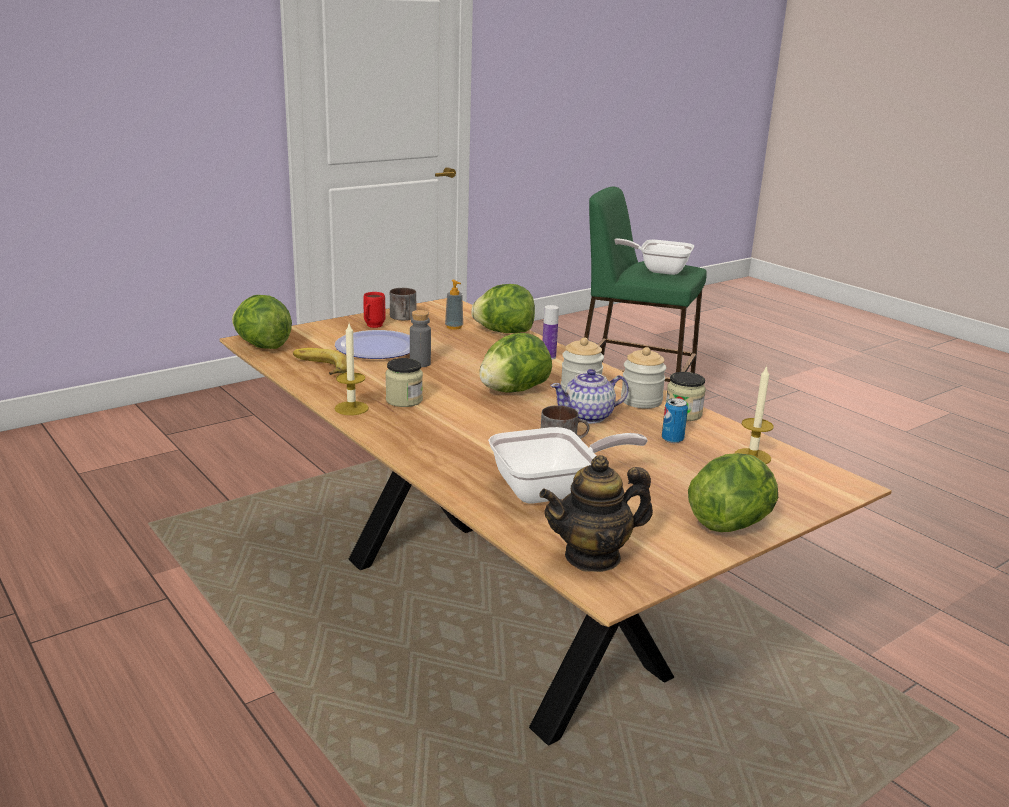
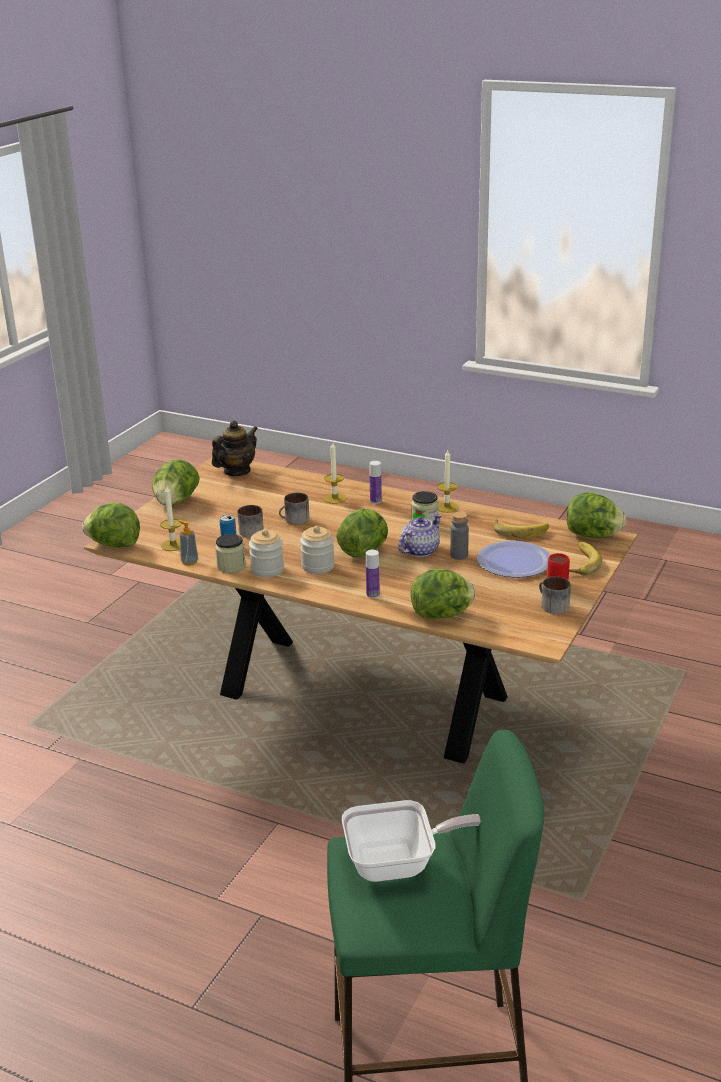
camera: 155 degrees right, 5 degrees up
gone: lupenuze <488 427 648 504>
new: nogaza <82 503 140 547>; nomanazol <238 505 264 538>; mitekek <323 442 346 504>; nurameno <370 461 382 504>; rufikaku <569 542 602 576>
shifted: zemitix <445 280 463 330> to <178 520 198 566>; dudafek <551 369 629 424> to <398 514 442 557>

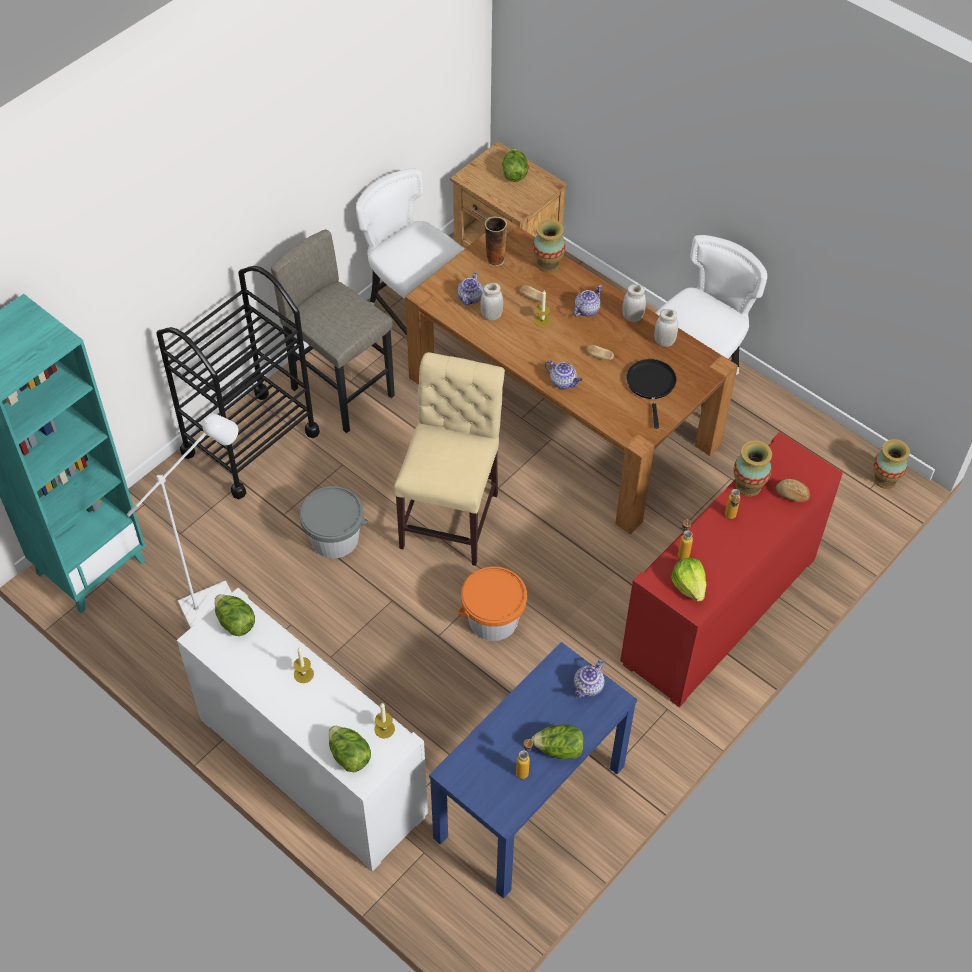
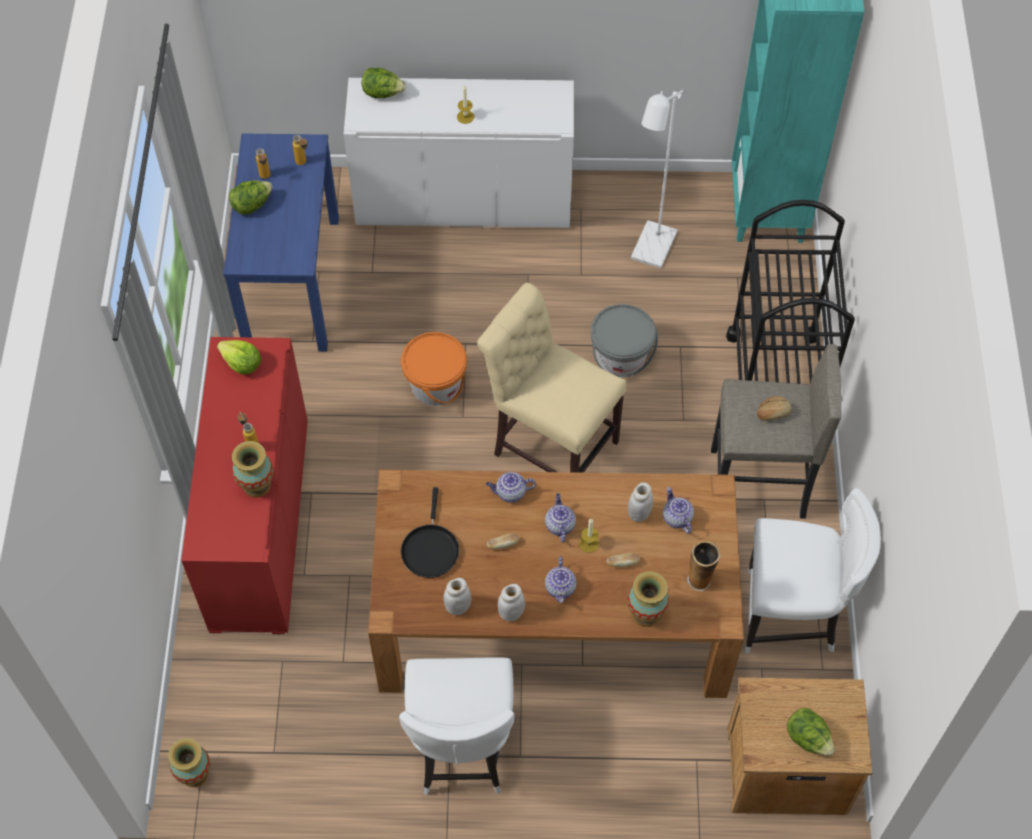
camera: 140 degrees right, 5 degrees up
gone: nogaza <215 594 255 636>; mitekek <374 703 395 739>
shifted: dudafek <574 659 605 698> to <545 493 576 543>; nurameno <678 518 693 560> to <292 135 308 165>; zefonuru <776 479 810 502> to <757 396 792 421>
rotated: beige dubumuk <394 352 505 566> = <477 283 626 473> 150 degrees clockwise; black lupenuze <626 359 677 429> = <401 487 459 578> 45 degrees clockwise

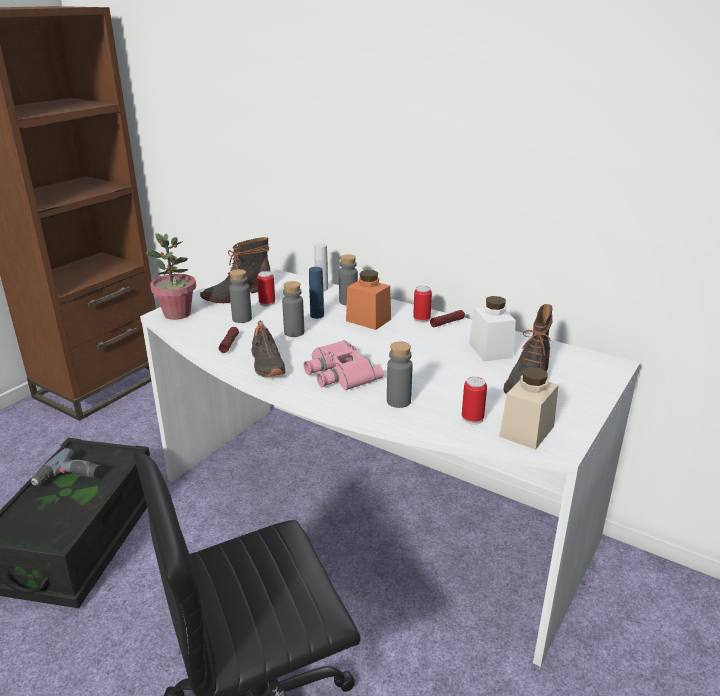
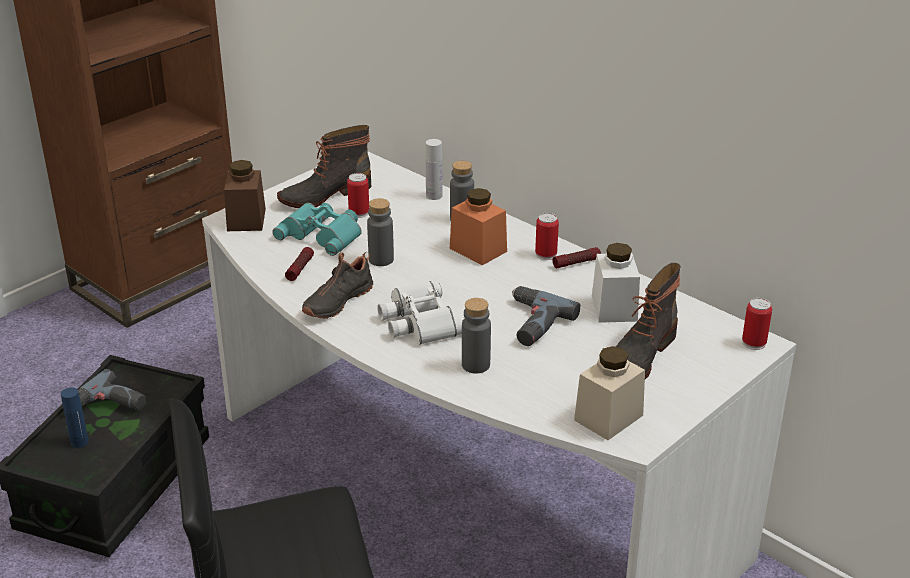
camera: 10 degrees right, 5 degrees up
new: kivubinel <512 286 580 346>
shifted: blue nurameno <309 267 324 319> to <61 387 89 448>; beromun <462 376 487 425> to <742 298 772 350>
swapped: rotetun <145 233 196 320> to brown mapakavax <224 160 266 231>; grey nurameno <229 269 252 323> to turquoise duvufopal <272 203 362 256>
repainted: pink duvufopal <303 340 384 390> to white duvufopal <377 281 464 345>
rotated: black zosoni <251 320 285 377> = <302 252 373 319> 45 degrees clockwise

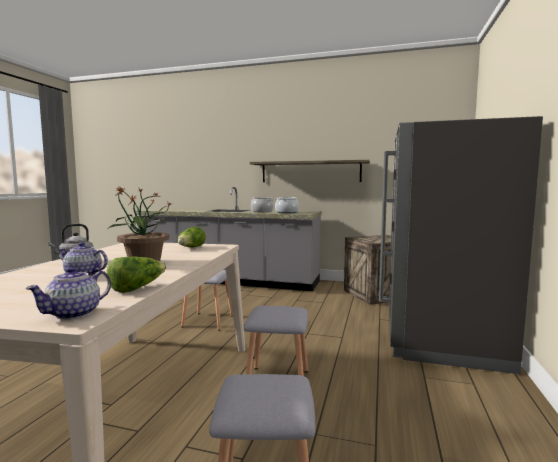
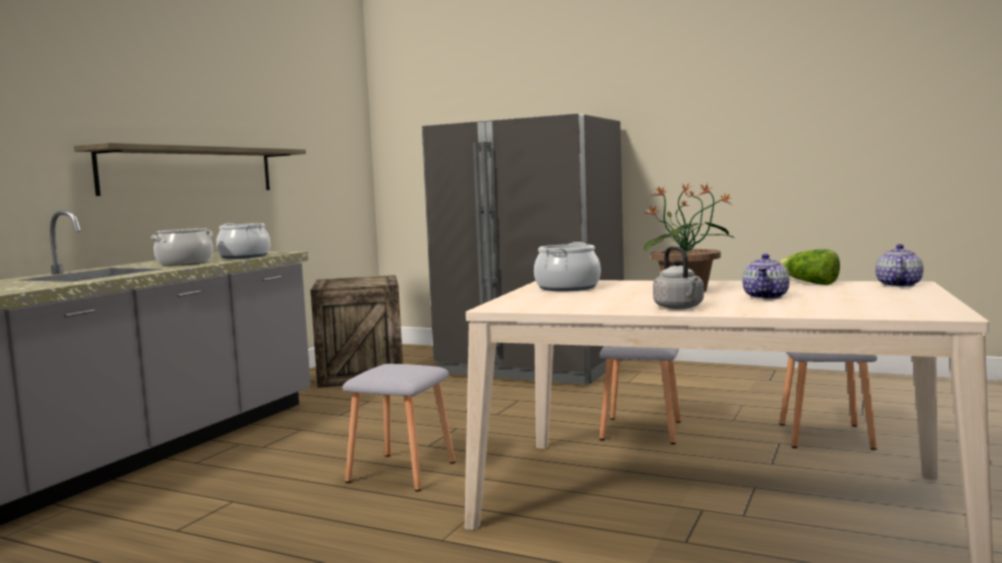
camera: 80 degrees left, 0 degrees up
swapped: nogaza <178 227 206 248> to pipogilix <534 242 601 292>
rotated: dudafek <25 267 111 320> = <876 244 923 287> 105 degrees counterclockwise

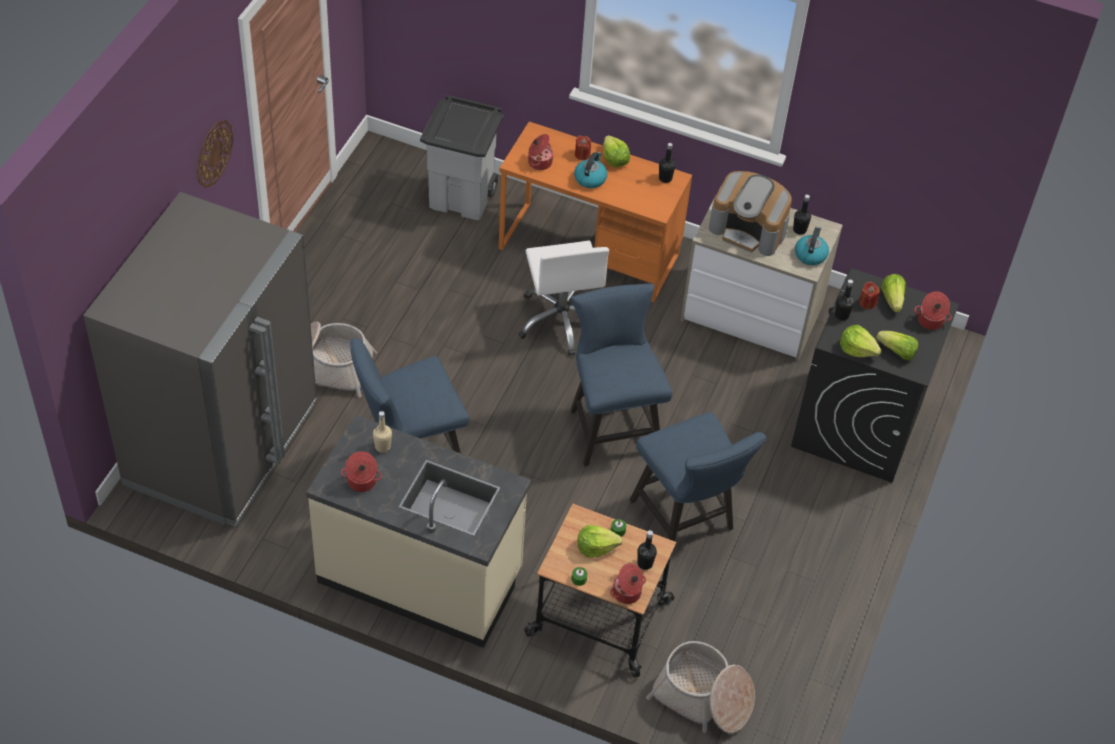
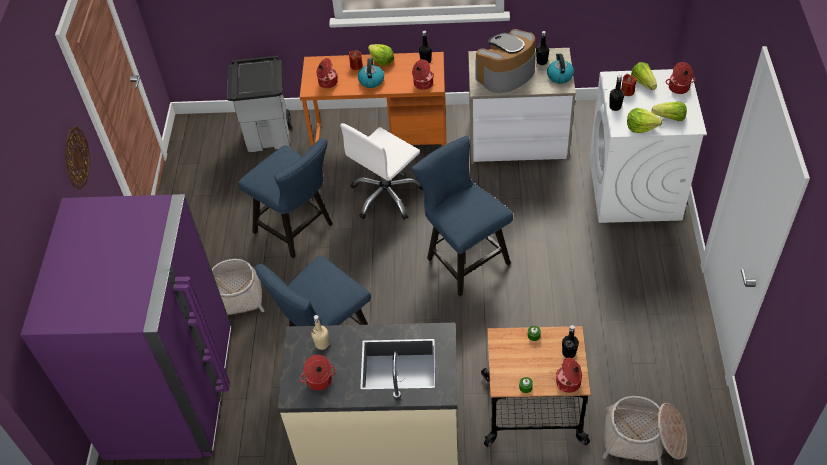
camera: 15 degrees left, 0 degrees up
gone: nogaza <578 525 623 558>
new: pipogilix <412 59 434 90>
shifted: blue dubumuk <629 412 766 541> to <238 138 333 258>
repainted: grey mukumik <83 192 317 527> to purple mukumik <21 194 231 460>; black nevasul <791 268 959 483> to white nevasul <589 69 707 223>
rotated: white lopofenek <518 241 609 356> = <340 123 423 220> 75 degrees clockwise; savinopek <709 171 792 256> = <475 29 536 93> 135 degrees clockwise

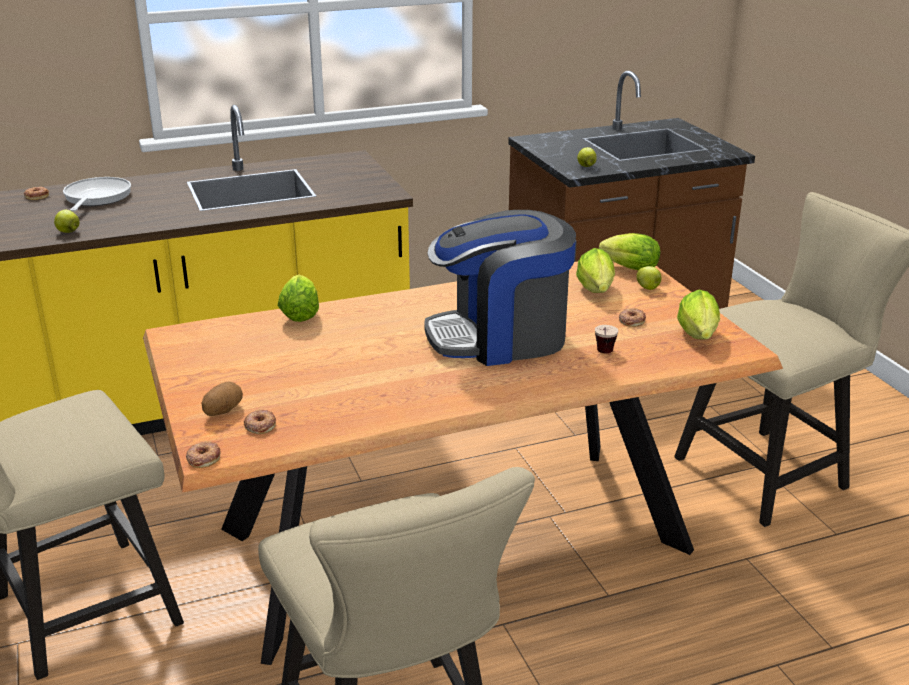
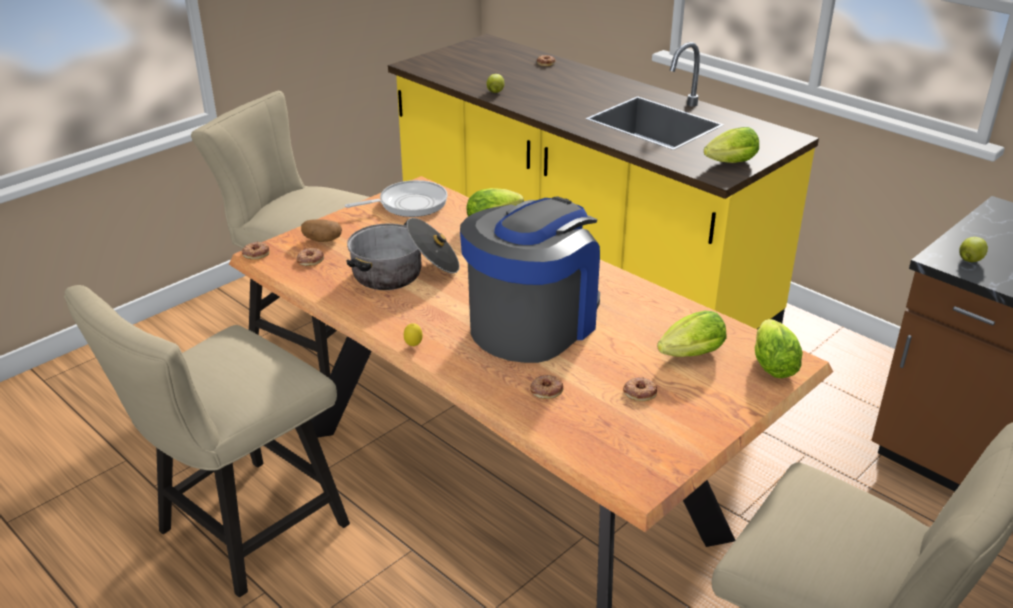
camera: 65 degrees right, 5 degrees up
gone: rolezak <636 266 661 290>
new: pipogilix <346 218 460 290>; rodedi <404 323 422 347>
shifted: lupenuze <63 177 131 211> to <345 180 448 217>; nogaza <677 290 720 340> to <704 127 759 163>
swapped: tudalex <595 325 618 353> to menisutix <530 374 563 399>
rotated: savinopek <424 210 576 366> = <460 196 600 363> 75 degrees clockwise

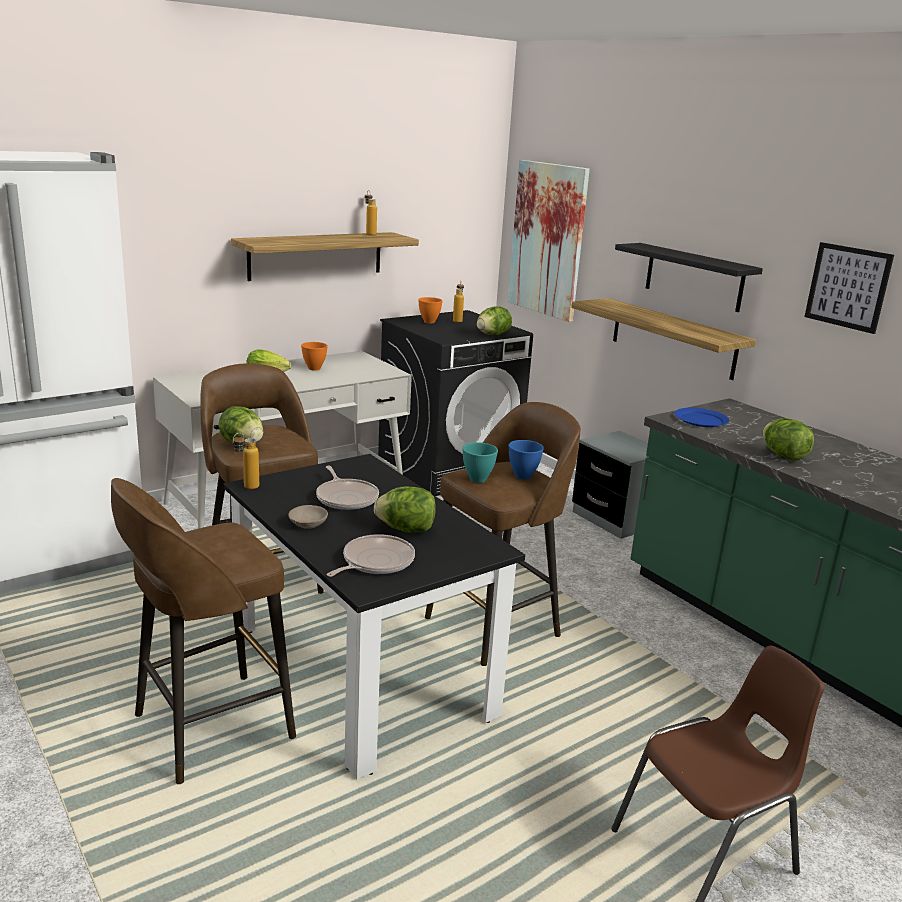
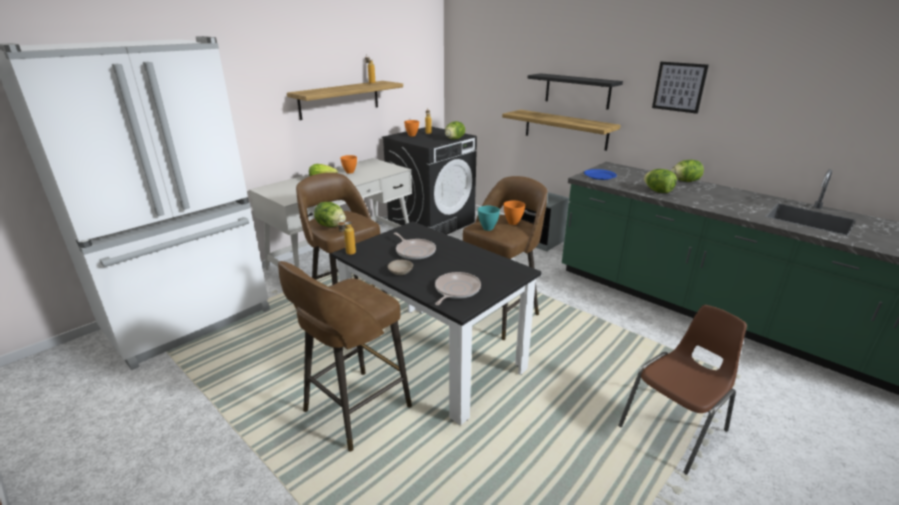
camera: 10 degrees left, 5 degrees up
gone: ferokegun <508 160 590 322>
shifted: nogaza <374 487 436 533> to <671 160 704 182>
repainted: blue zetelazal <509 440 544 480> to orange zetelazal <503 201 525 225>

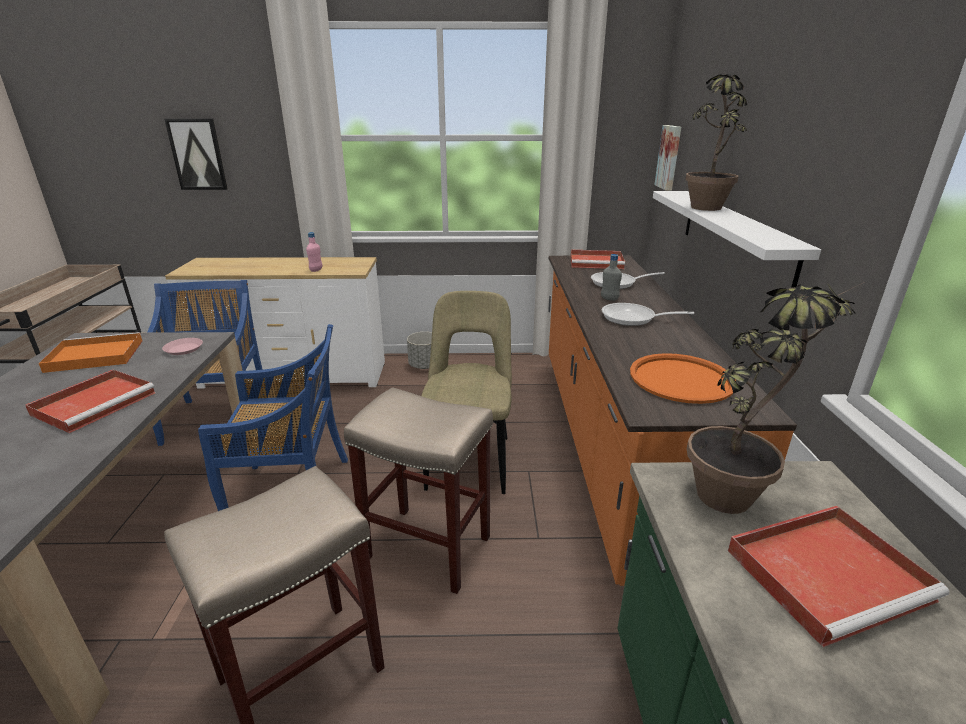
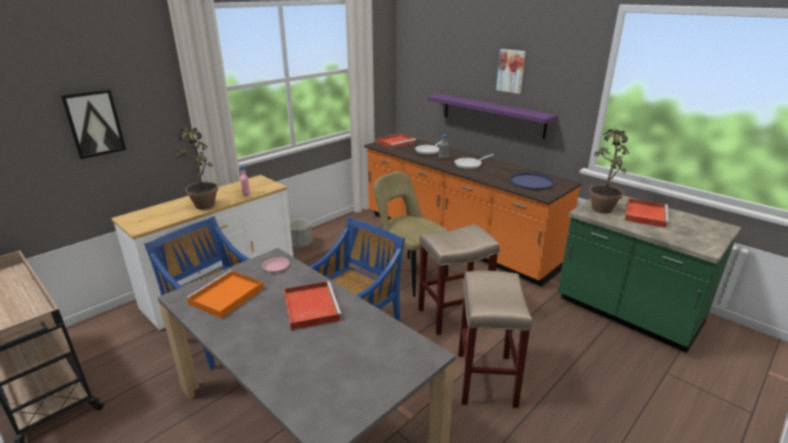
camera: 45 degrees left, 0 degrees up
shifted: ferokegun <654 125 681 191> to <496 49 526 94>; rotetun <685 74 747 211> to <176 125 218 210>
repainted: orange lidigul <630 353 736 404> to blue lidigul <509 172 556 190>; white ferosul <653 191 821 287> to purple ferosul <428 94 558 139>

